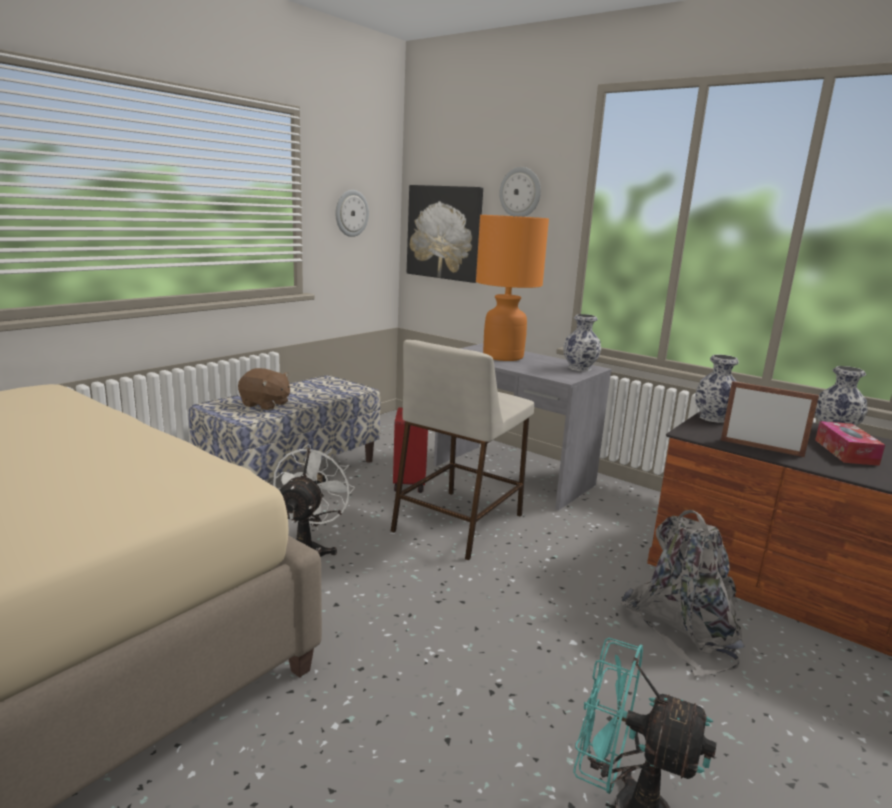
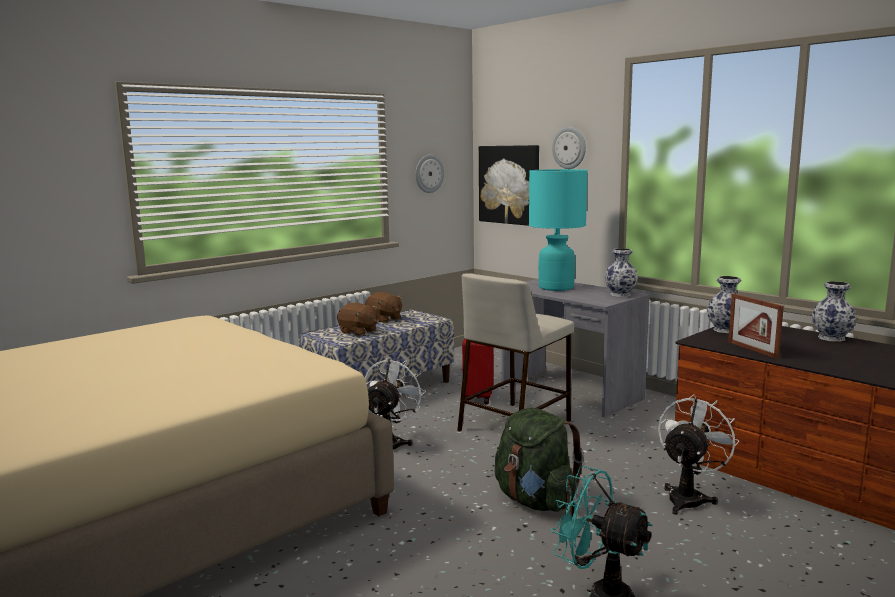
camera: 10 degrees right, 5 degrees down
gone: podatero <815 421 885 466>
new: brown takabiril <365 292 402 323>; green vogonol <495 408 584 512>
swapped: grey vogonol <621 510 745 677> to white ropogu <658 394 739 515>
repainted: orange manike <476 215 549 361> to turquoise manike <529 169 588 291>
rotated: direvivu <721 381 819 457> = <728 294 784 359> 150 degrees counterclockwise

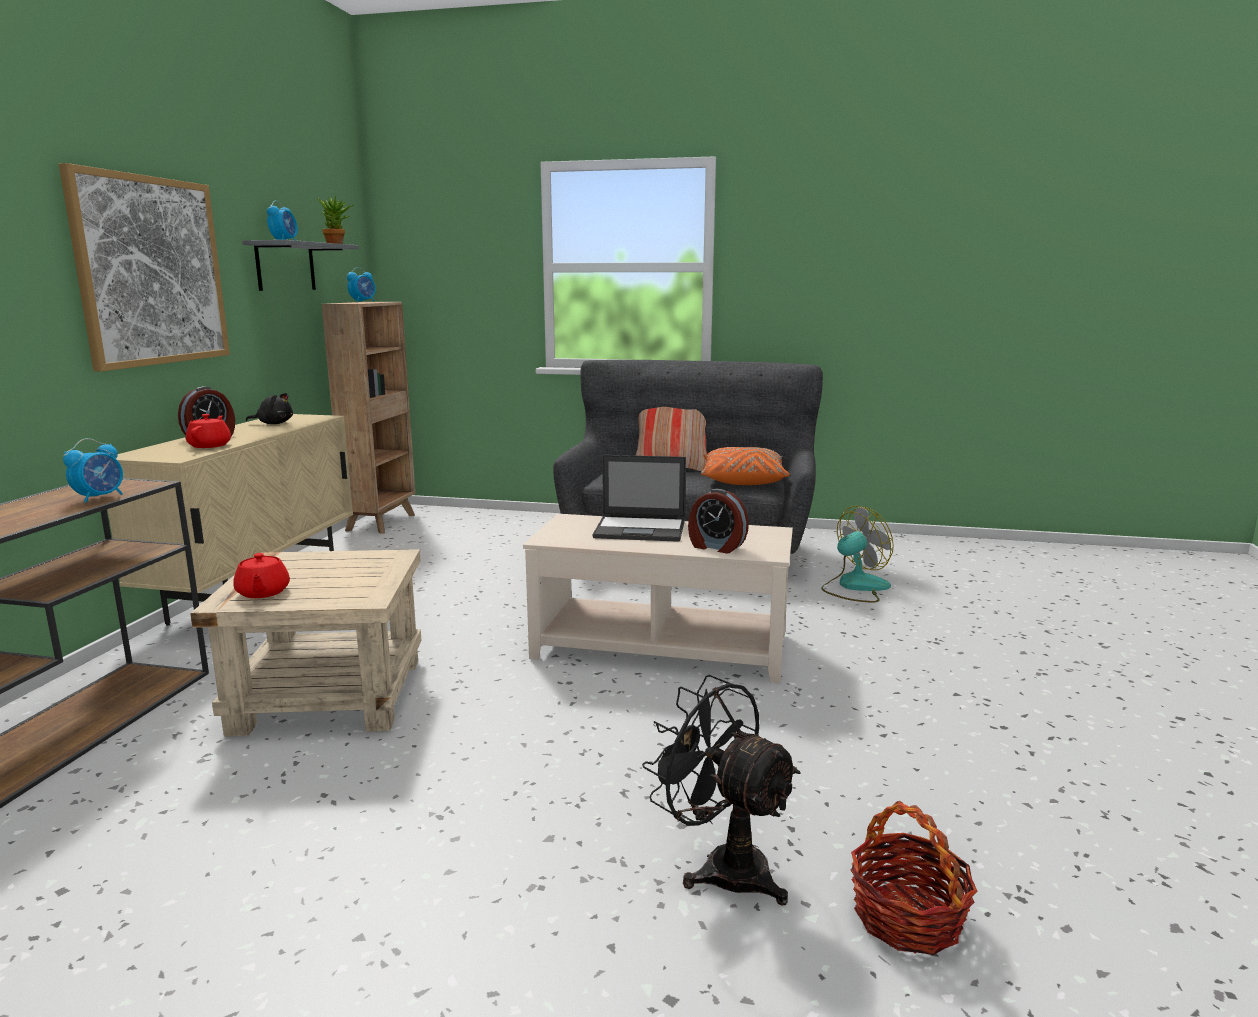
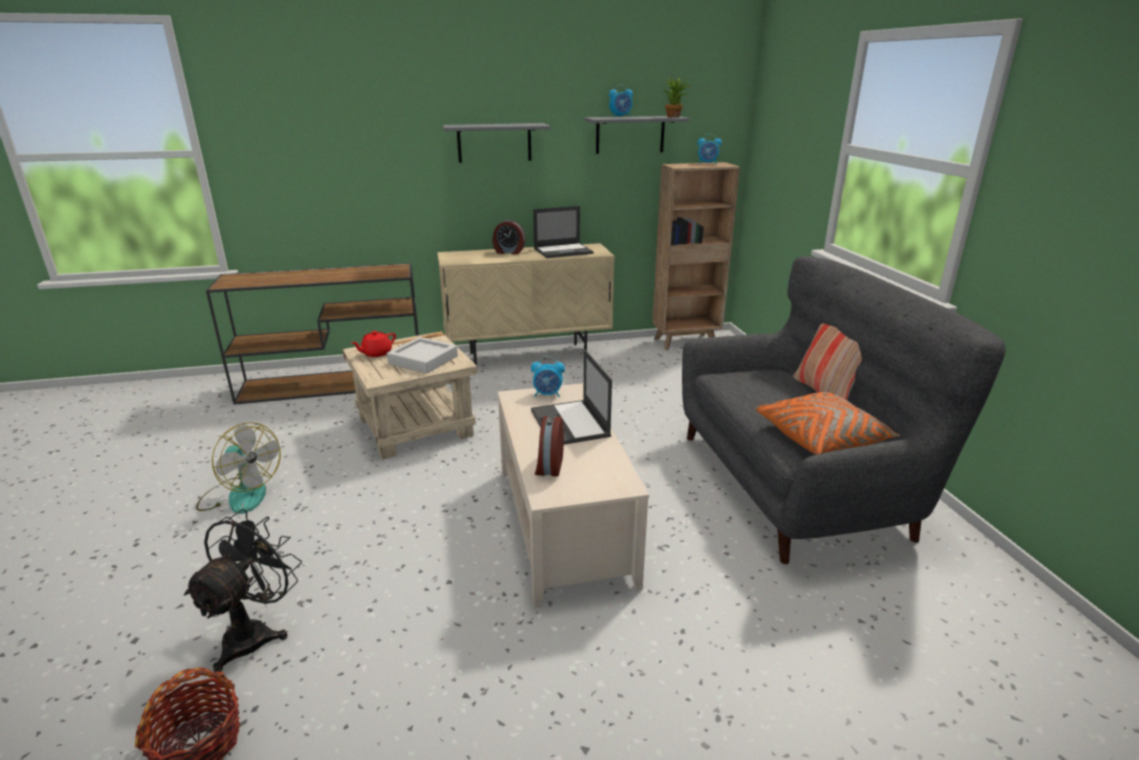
camera: 65 degrees right, 10 degrees up
gone: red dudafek <185 414 231 448>
new: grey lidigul <387 337 458 374>
shifted: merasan <63 438 123 503> to <531 356 565 397>; ropogu <821 506 894 603> to <196 422 281 514>
swapped: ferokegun <59 163 230 372> to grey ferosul <443 123 550 163>; black takabiril <246 393 293 424> to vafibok <533 206 594 258>

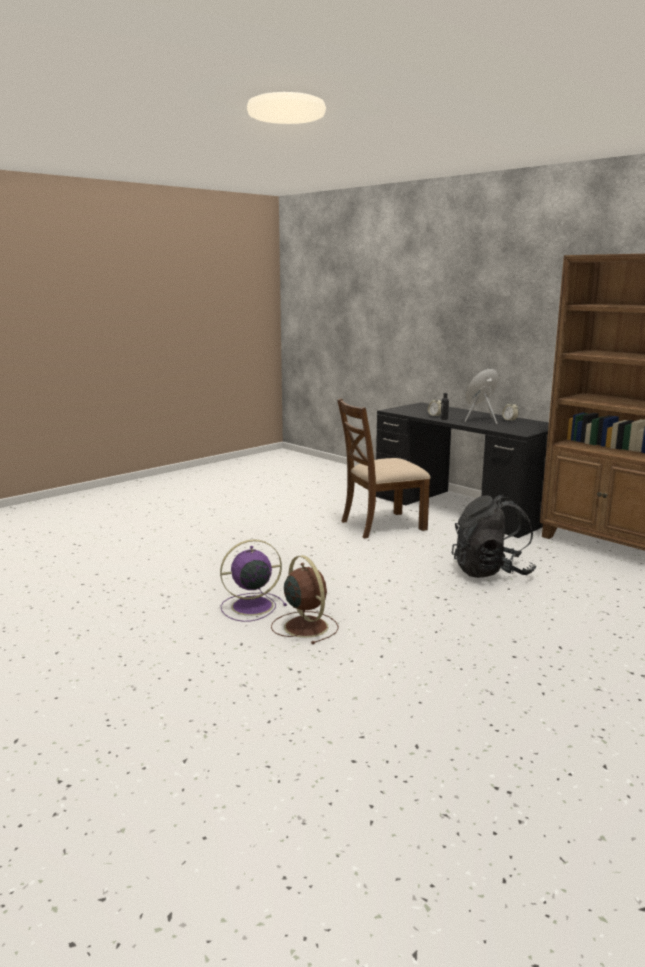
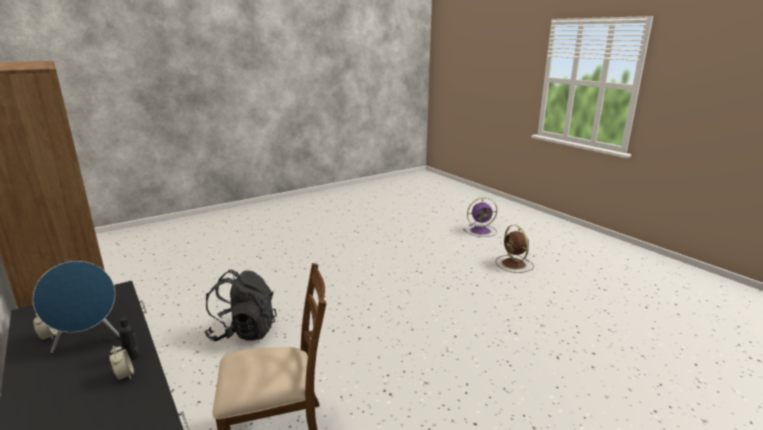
camera: 170 degrees left, 5 degrees up
shifted: purple ropogu <220 539 287 622> to <463 197 497 237>; brown ropogu <271 555 339 644> to <495 225 534 273>

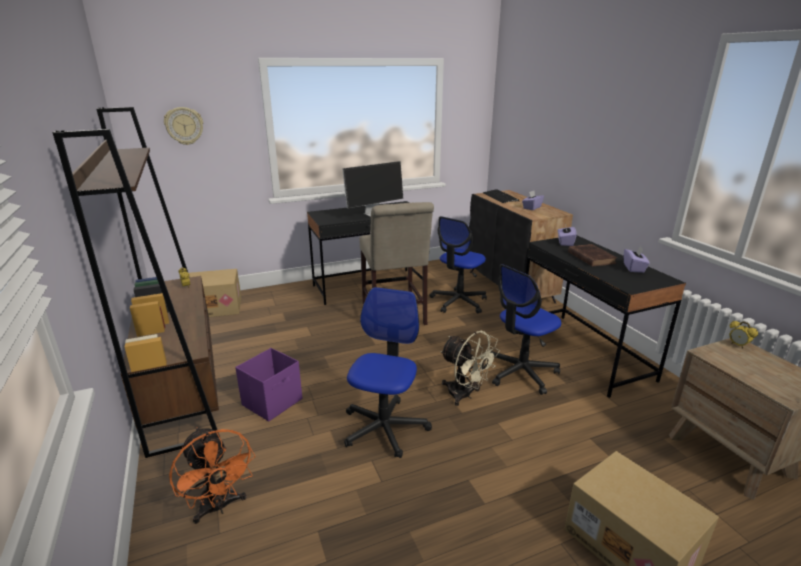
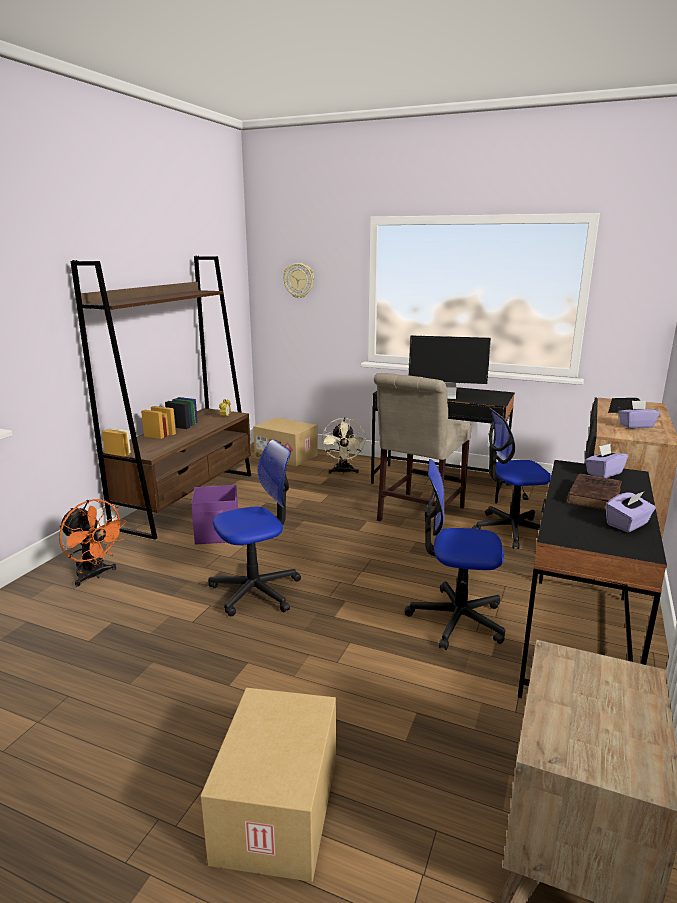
camera: 45 degrees right, 5 degrees down
gone: merasan <729 321 758 349>
shifted: beige ropogu <440 331 500 406> to <322 417 366 474>
rotated: orange ropogu <169 427 255 524> = <59 499 127 586> 60 degrees counterclockwise

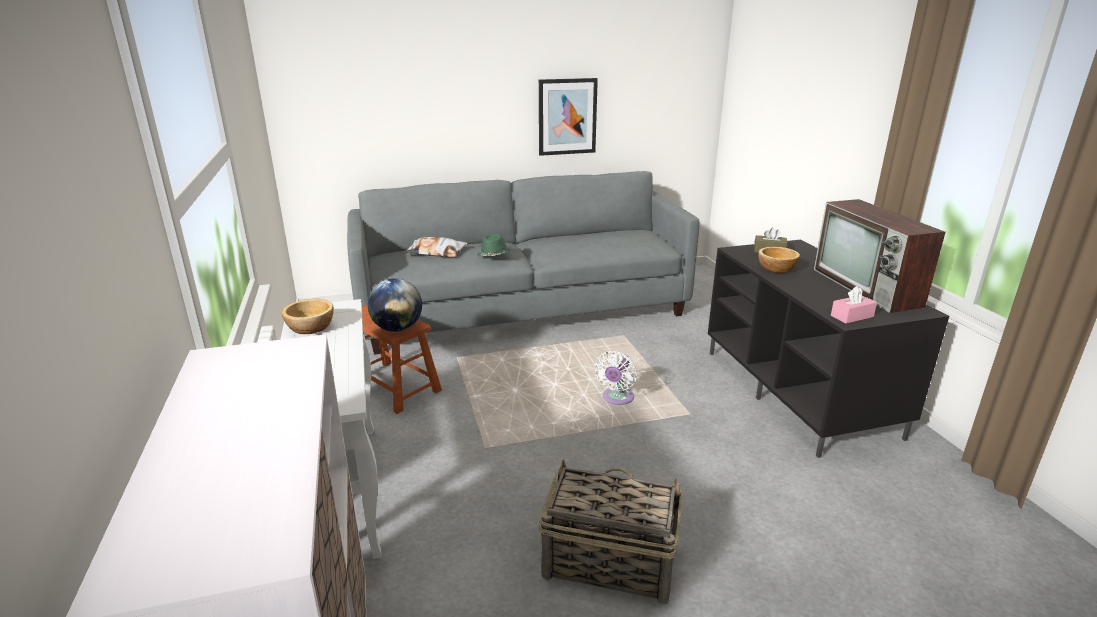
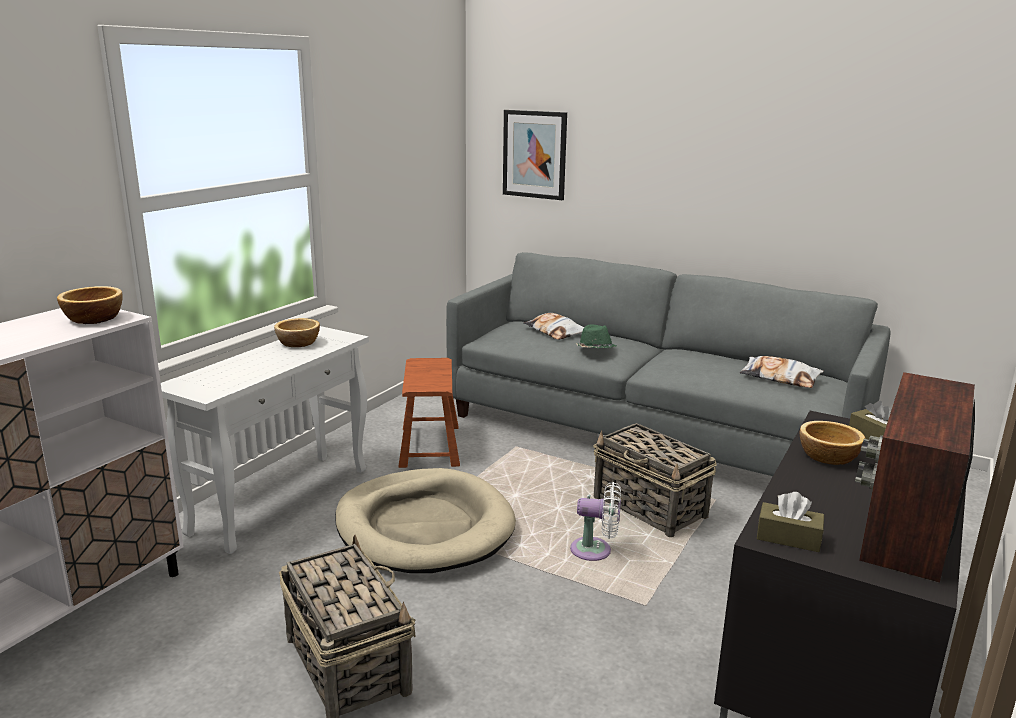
camera: 45 degrees right, 5 degrees down
gone: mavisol <368 278 422 332>
new: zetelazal <57 286 123 324>; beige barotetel <335 468 516 573>; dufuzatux <593 423 717 537>; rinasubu <739 356 824 388>
shifted: ferokegun <539 78 598 156> to <503 110 567 200>
repainted: pink podatero <831 286 877 323> to brown podatero <757 492 824 552>
rotated: white ropogu <594 351 637 405> = <570 482 621 561> 150 degrees counterclockwise

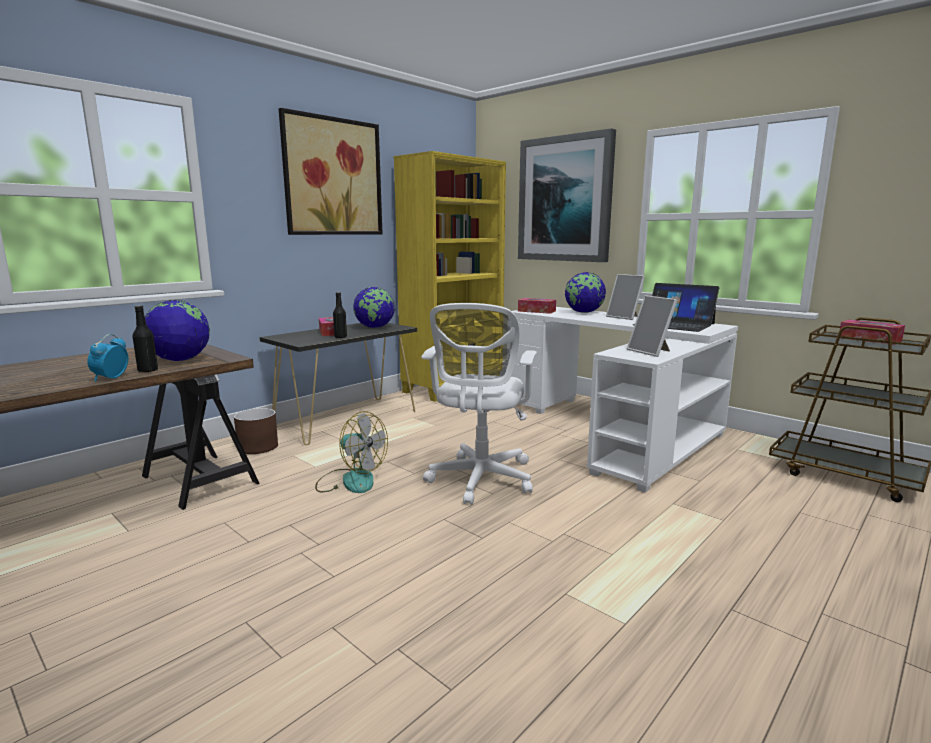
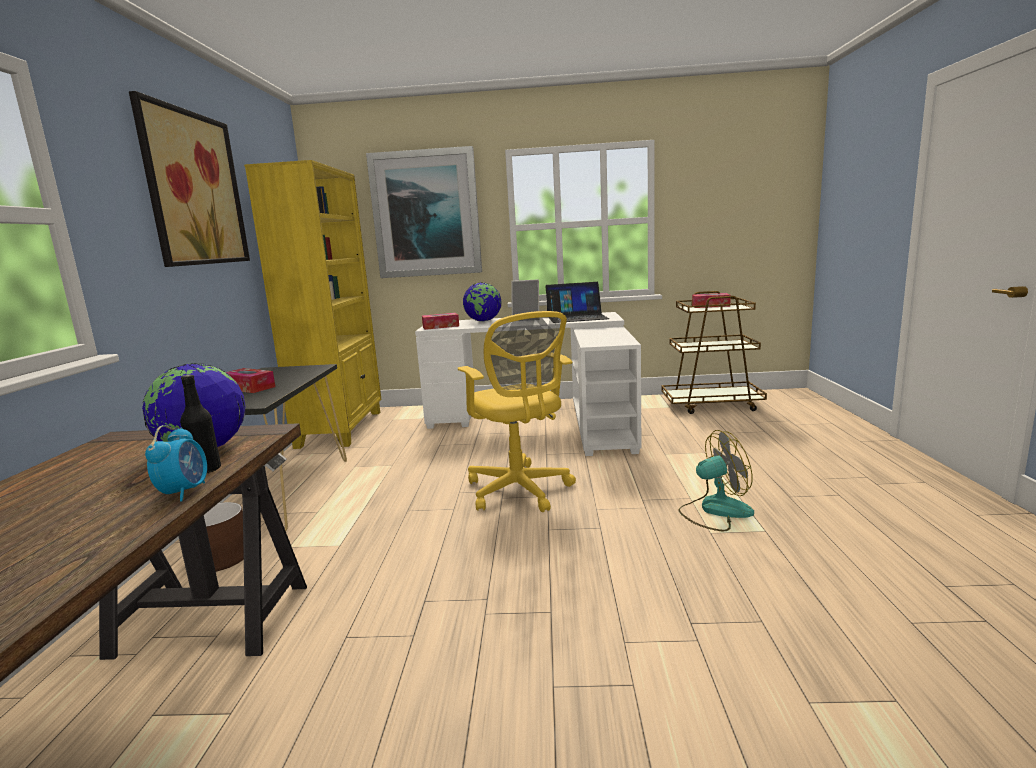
camera: 40 degrees left, 0 degrees up
gone: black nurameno <333 292 347 338>; mavisol <353 287 395 328>; direvivu <627 295 678 357>
shifted: ropogu <315 411 388 493> to <678 430 754 531>
repainted: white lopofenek <421 303 537 505> to yellow lopofenek <458 311 576 512>
rotated: merasan <87 334 128 382> = <145 425 207 501> 150 degrees counterclockwise

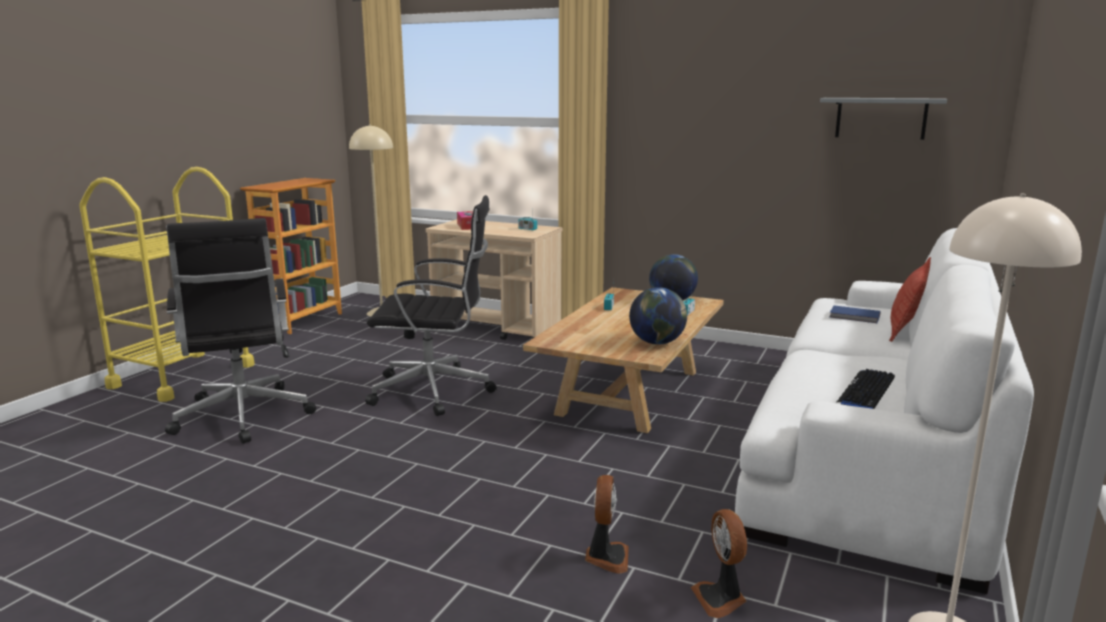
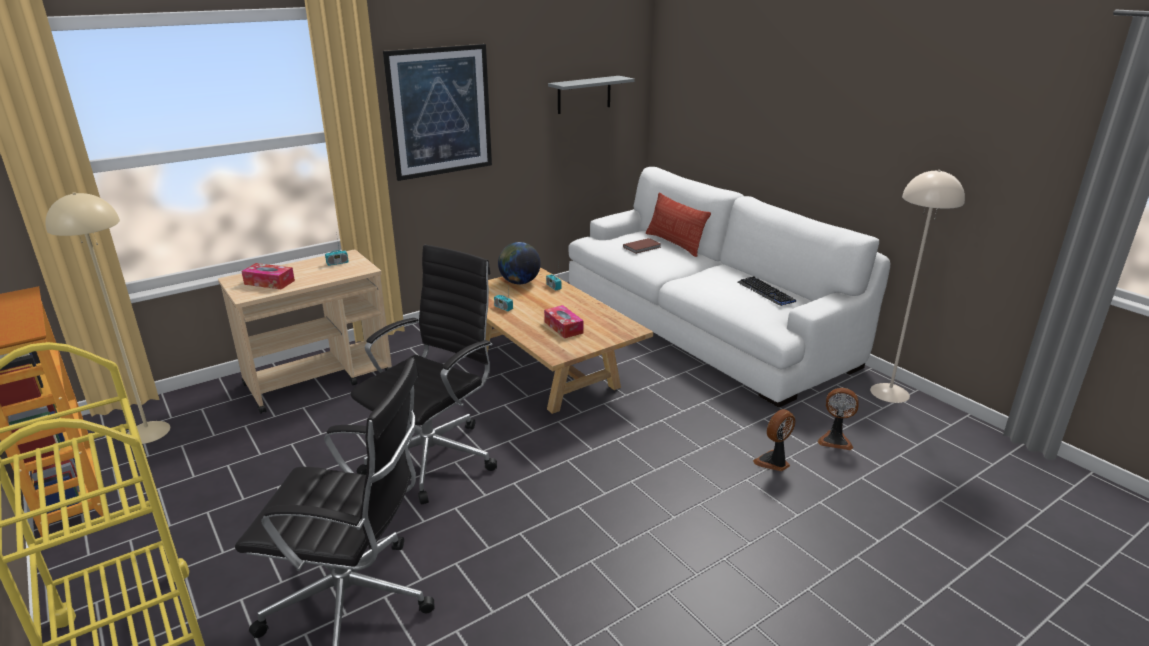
camera: 60 degrees left, 10 degrees up
gone: mavisol <629 287 687 345>
new: ferokegun <383 44 492 181>; podatero <544 305 584 338>
repainted: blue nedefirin <830 305 881 323> to brown nedefirin <623 238 661 254>
rotated: ropogu <585 475 629 574> = <753 409 795 471> 75 degrees counterclockwise

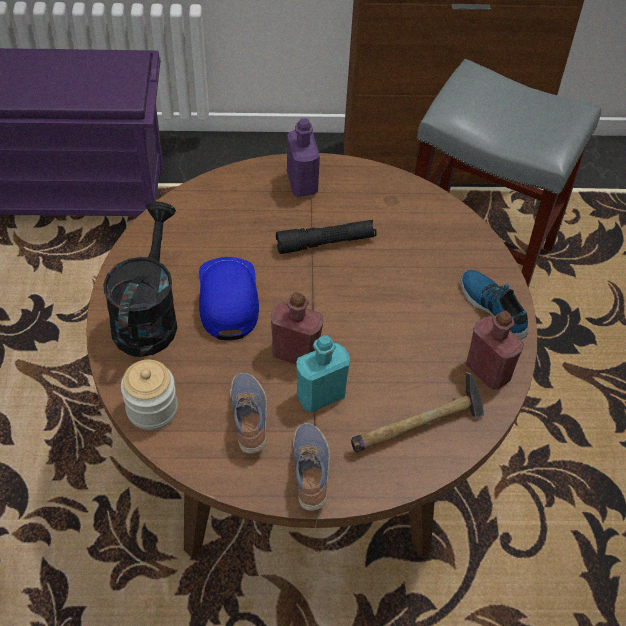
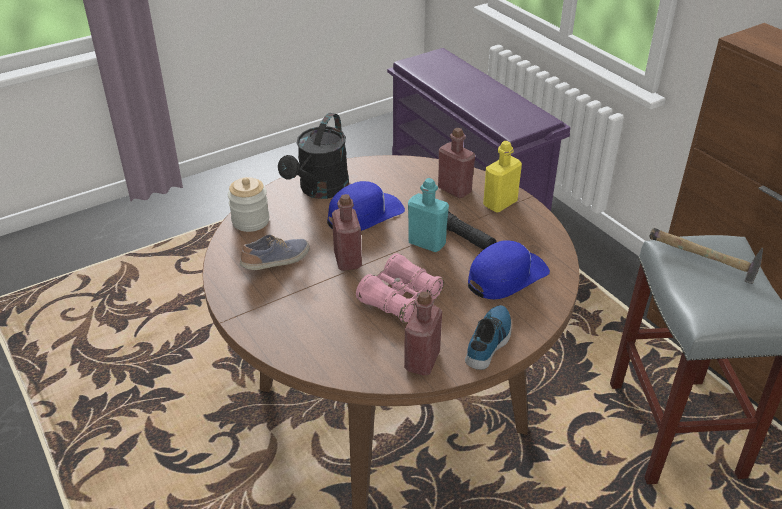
camera: 60 degrees right, 15 degrees down
gone: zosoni <293 423 330 511>
new: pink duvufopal <356 253 444 323>; red nurameno <438 128 475 198>; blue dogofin <468 240 550 299>
shifted: turquoise nurameno <296 335 350 413> to <408 178 449 252>; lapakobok <351 372 484 452> to <649 228 763 284>
repainted: purple nurameno <287 118 320 197> to yellow nurameno <483 141 522 213>
rotated: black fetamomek <103 201 177 357> = <278 113 349 199> 135 degrees clockwise

